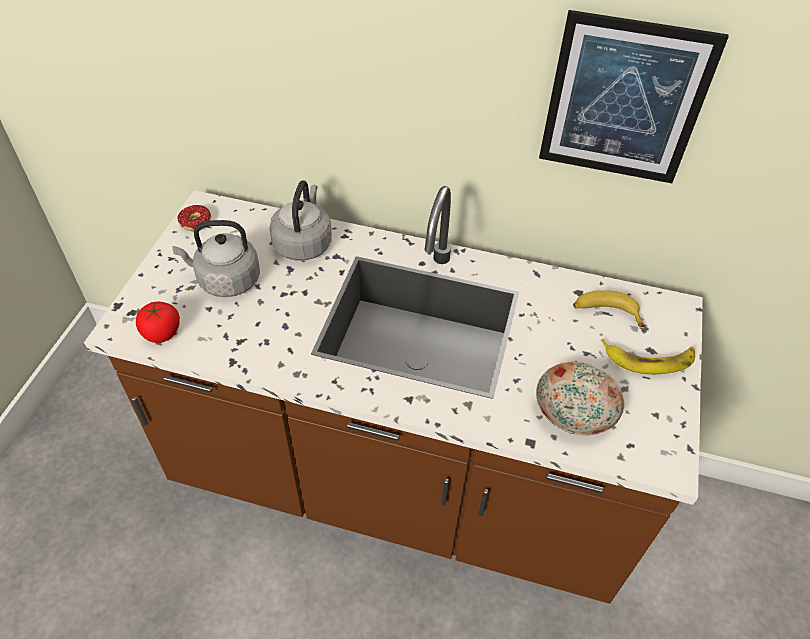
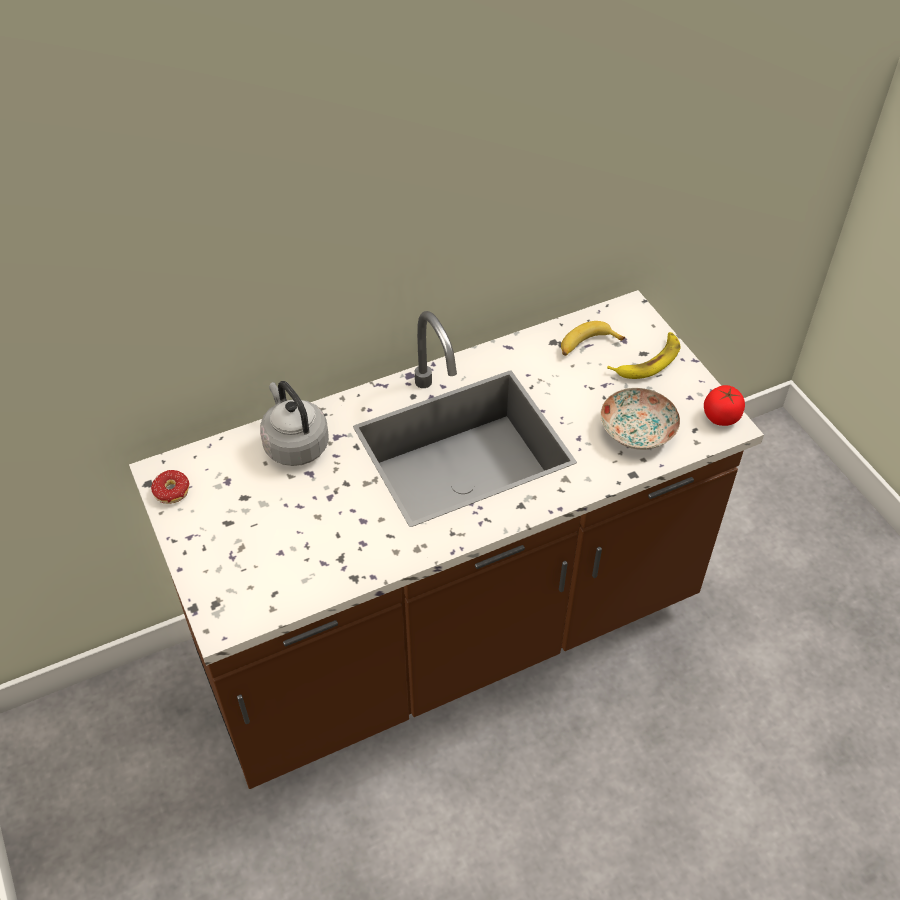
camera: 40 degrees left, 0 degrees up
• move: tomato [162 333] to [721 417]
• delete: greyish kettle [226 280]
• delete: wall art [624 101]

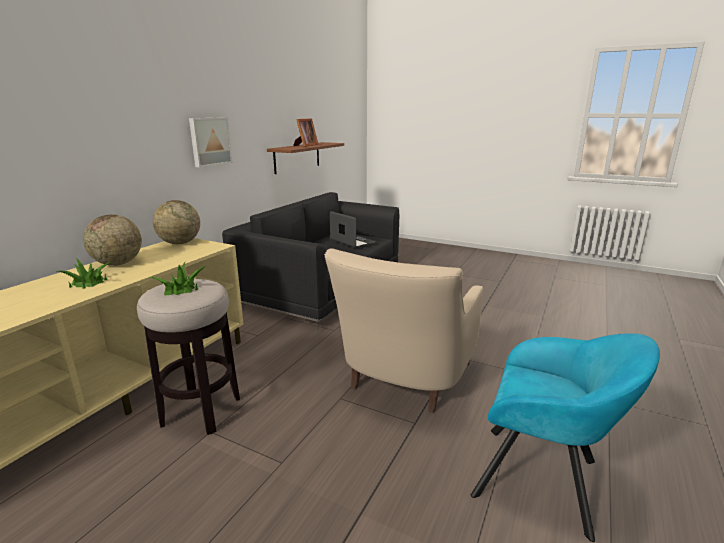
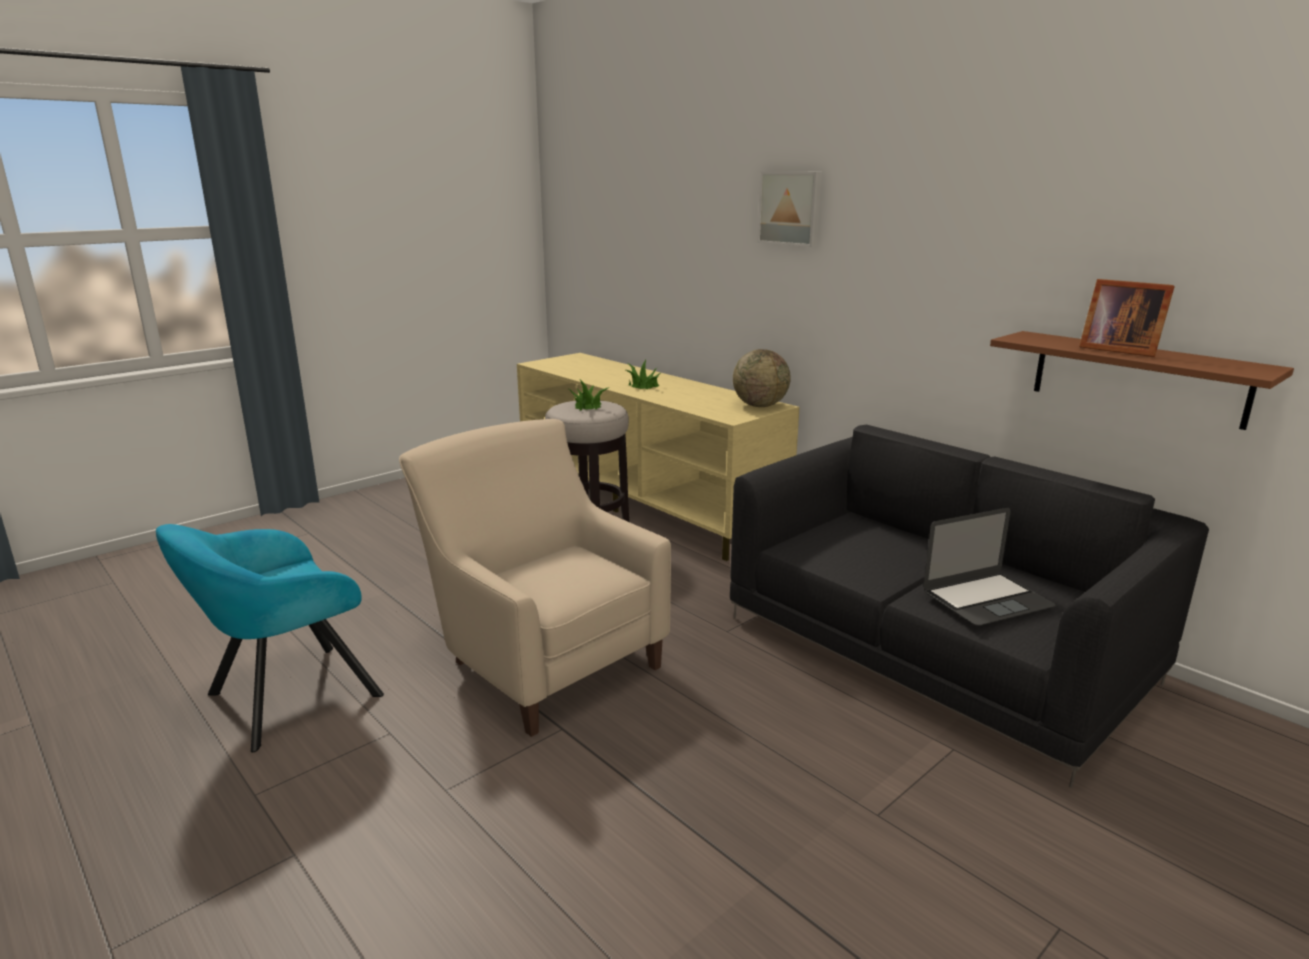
camera: 110 degrees right, 0 degrees up
• delete: desk globe [118 263]
• move: wall art [209 141] to [791 208]

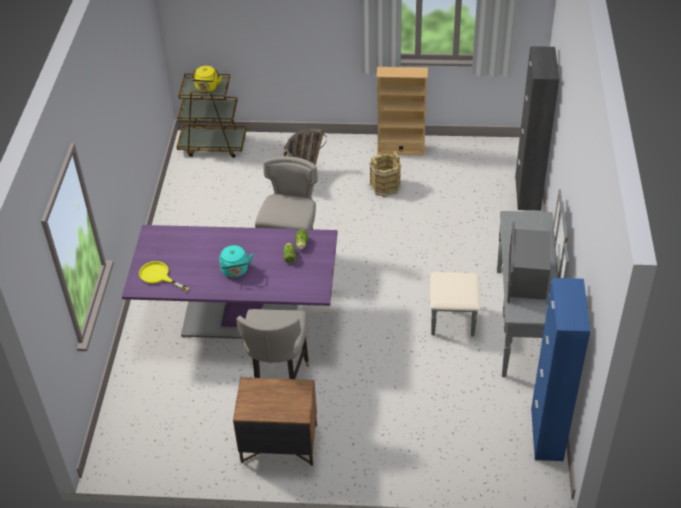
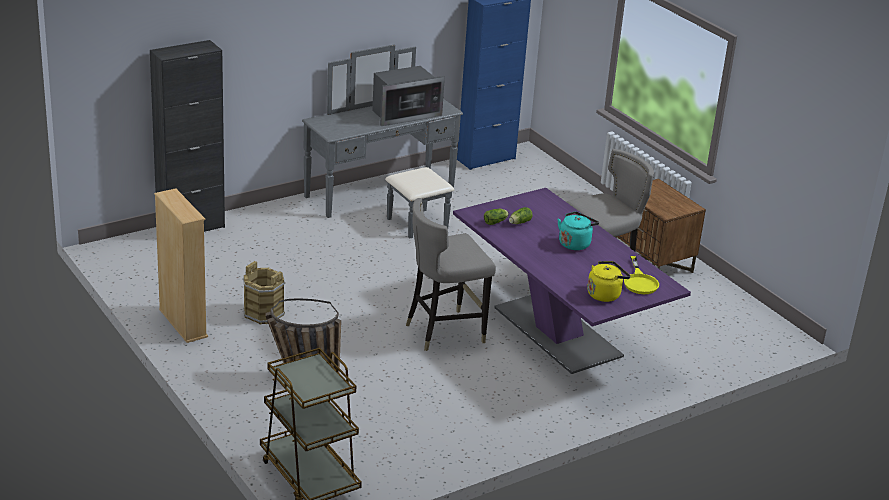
camera: 130 degrees left, 15 degrees down
• move: yellow-coloured kettle [207 88] to [605 294]

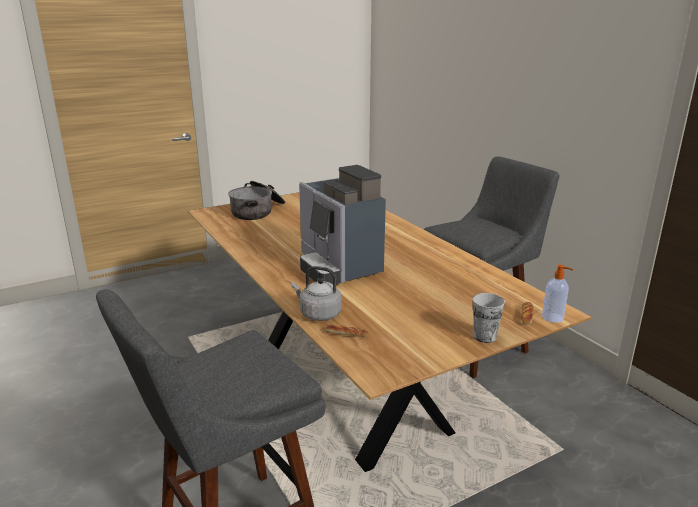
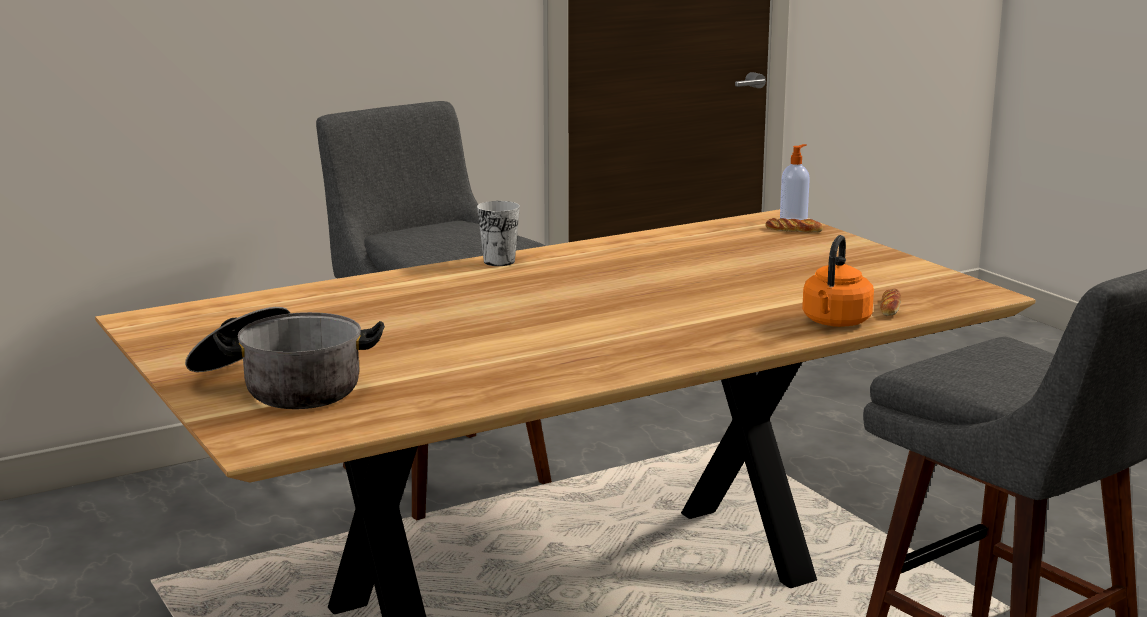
camera: 90 degrees left, 5 degrees down
• recolor: greyish kettle [318 314] to orangey kettle [835 322]
• delete: coffee maker [338 267]
• move: drinking cup [484 337] to [499 261]

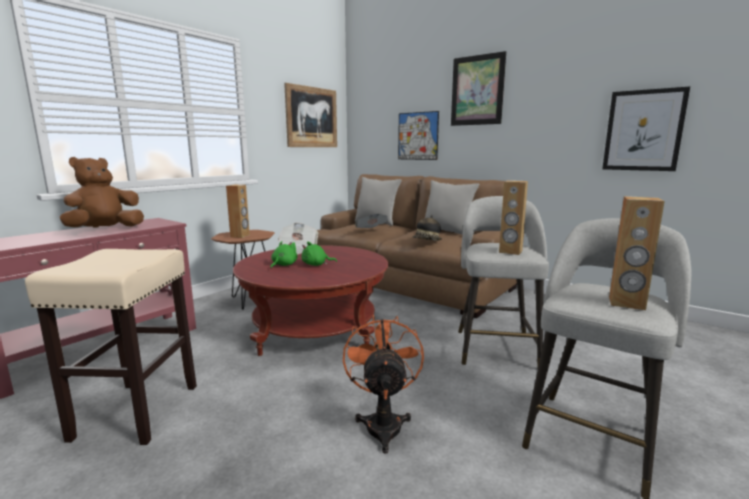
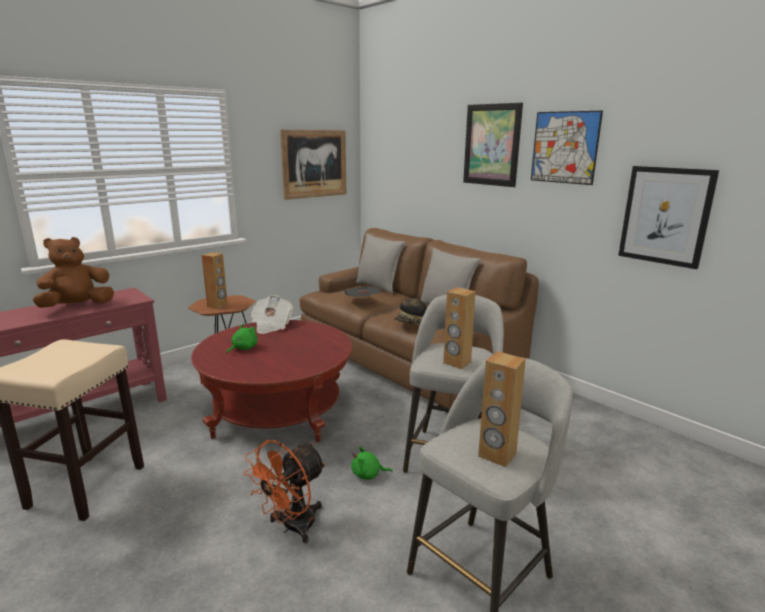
camera: 10 degrees right, 5 degrees up
• move: green-coloured cuddly toy [316 265] to [368 475]
• rotate: orangey electric fan [383 422] = [291 527] 150 degrees counterclockwise
• move: wall art [418 136] to [564 147]

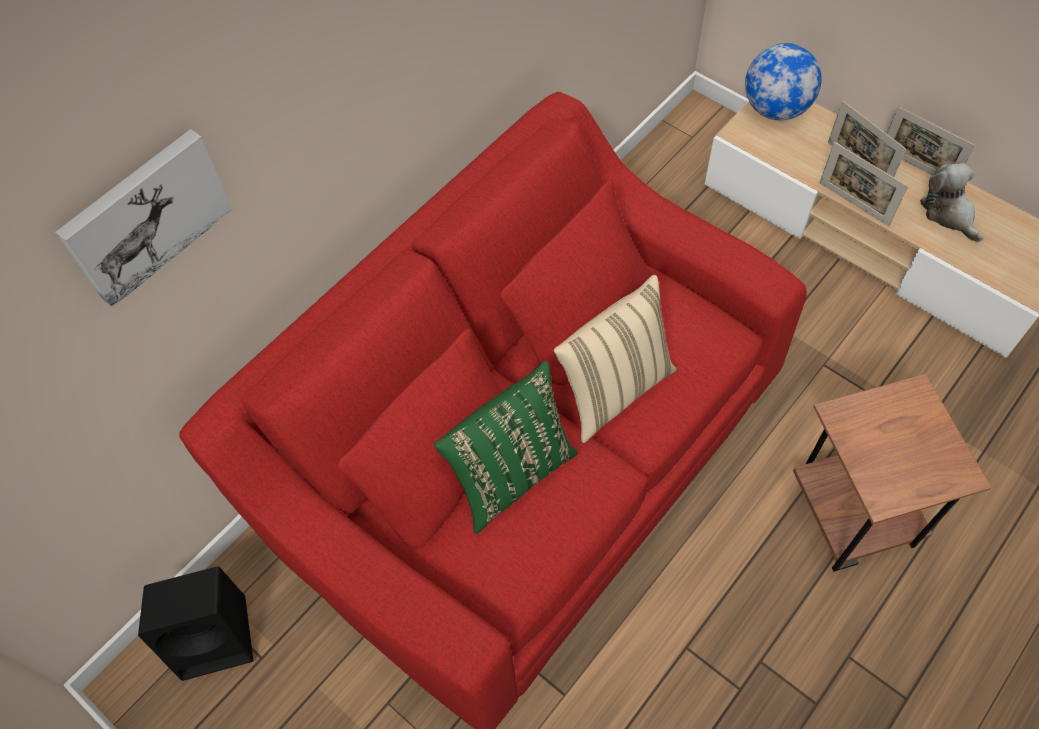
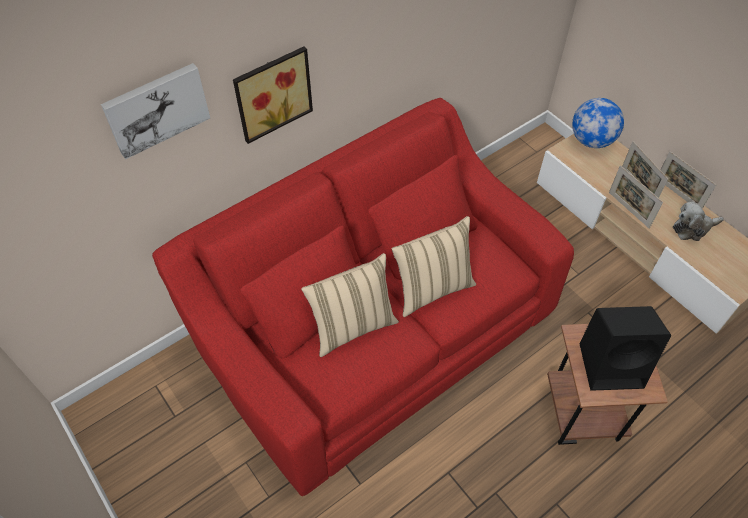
camera: 10 degrees right, 5 degrees down
• move: black-coloured audio speaker [216 635] to [612 365]
• recolor: green-coloured cushion [511 475] to beige-coloured cushion [352 326]
• rotate: cuddly toy [949 213] = [692 228] 90 degrees counterclockwise
• insert: wall art [272 92]

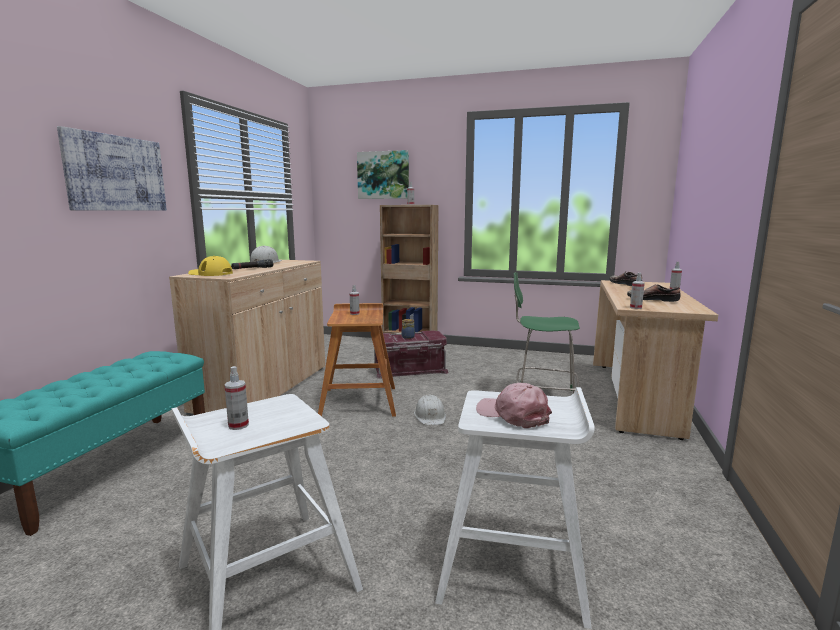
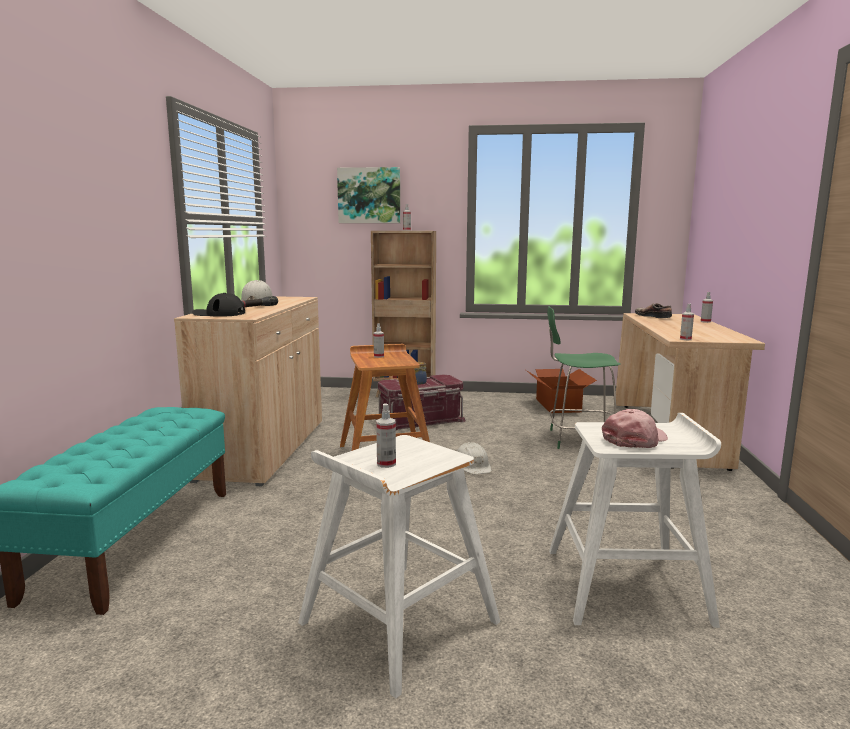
camera: 10 degrees left, 0 degrees up
• delete: wall art [116 173]
• recolor: yellow-coloured baseball cap [210 273] to black-coloured baseball cap [219 314]
• rotate: pinkish baseball cap [513 415] = [635 439] 105 degrees clockwise
• delete: shoe [652 299]
• insert: packing box [558 405]

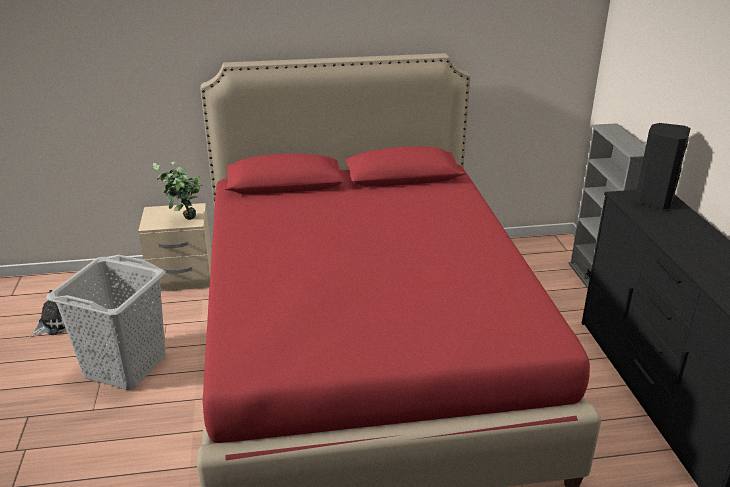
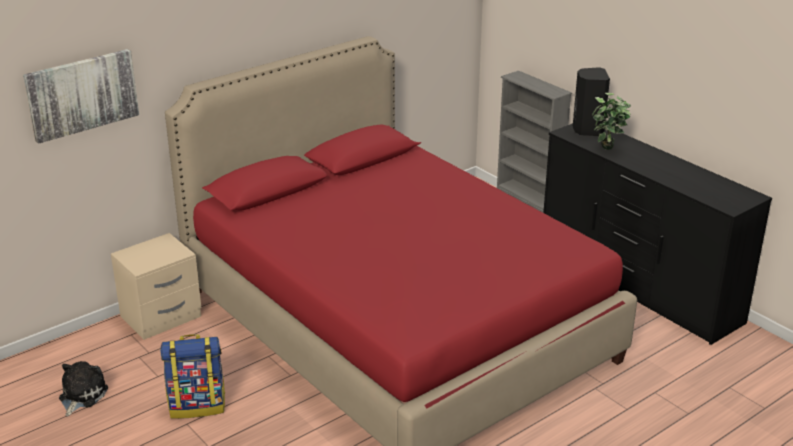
camera: 30 degrees left, 0 degrees up
• replace: greyish hamper [126 366] to backpack [197 405]
• move: potted plant [184 220] to [608 151]
• insert: wall art [82 94]

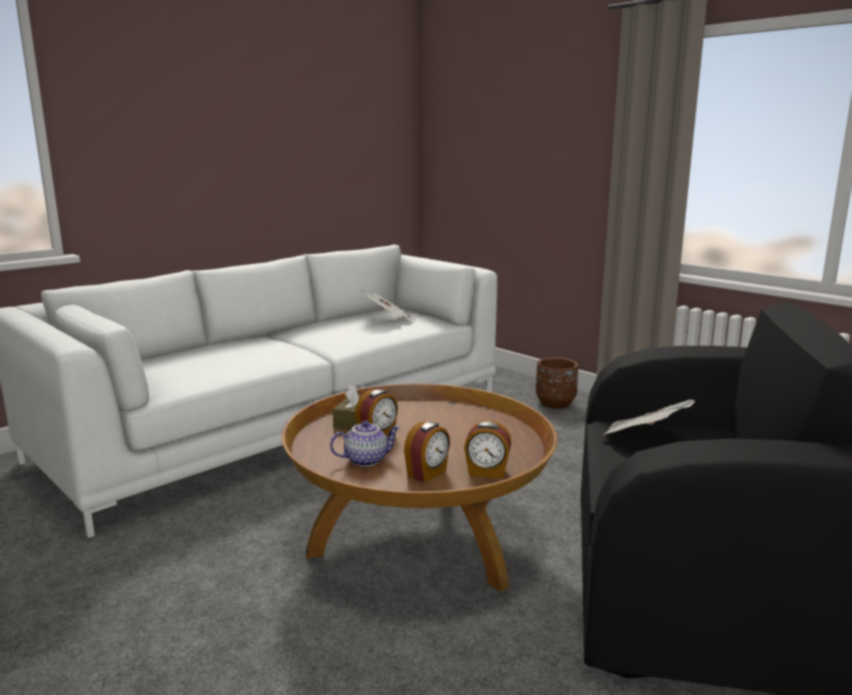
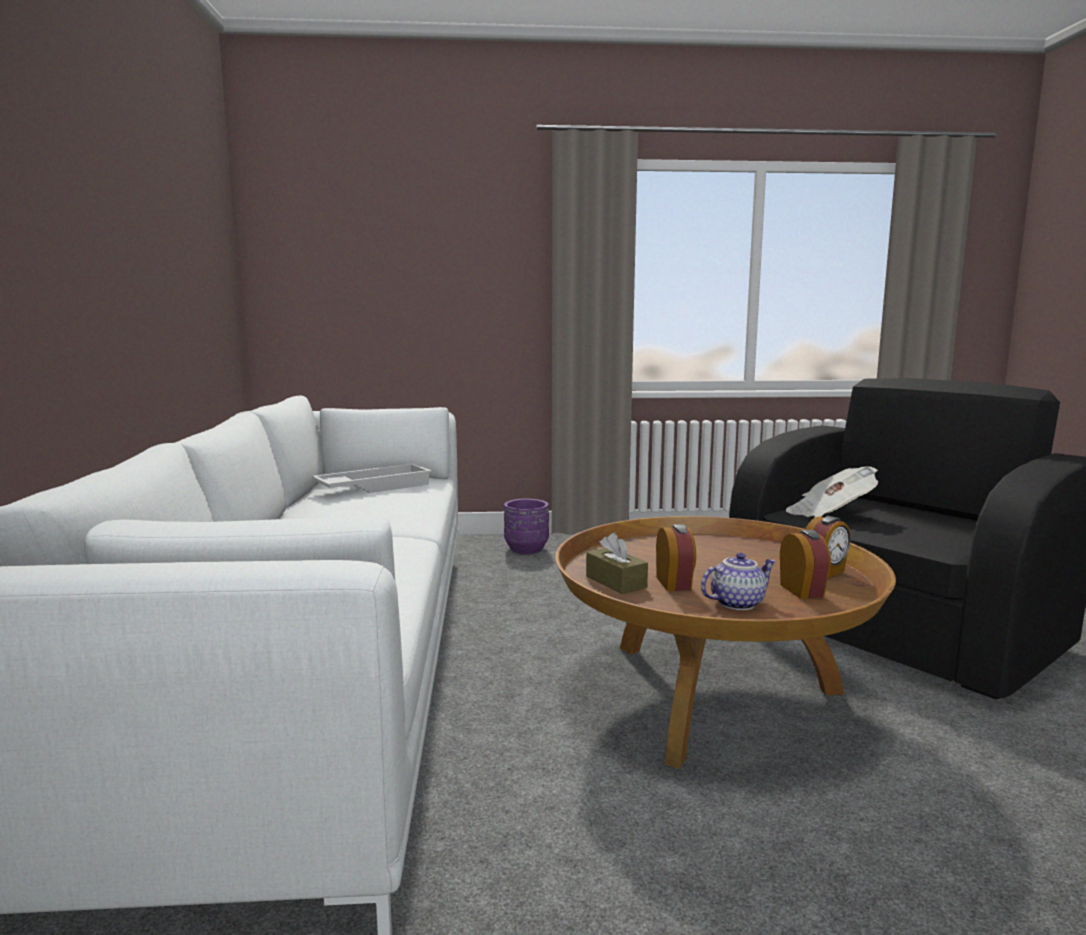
camera: 50 degrees left, 5 degrees down
• rotate: tea pot [366 460] = [736 603] 45 degrees clockwise
• replace: daily paper [388 319] to whitish carrying tray [374 487]
• recolor: brownish plant pot [555 403] to purple-coloured plant pot [526 549]

